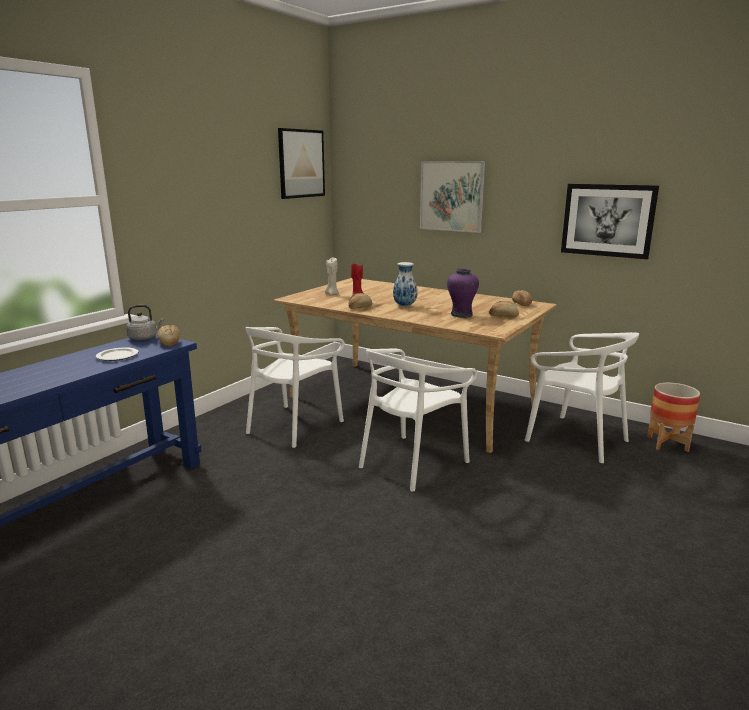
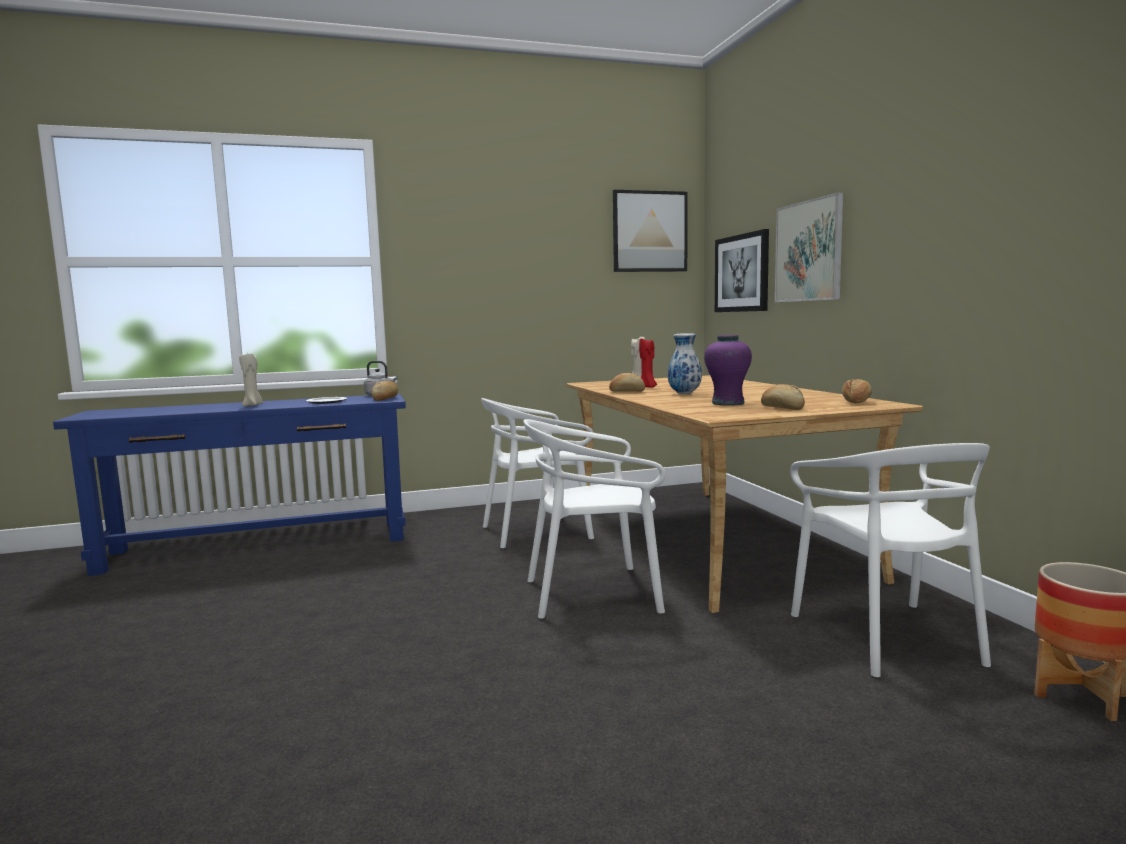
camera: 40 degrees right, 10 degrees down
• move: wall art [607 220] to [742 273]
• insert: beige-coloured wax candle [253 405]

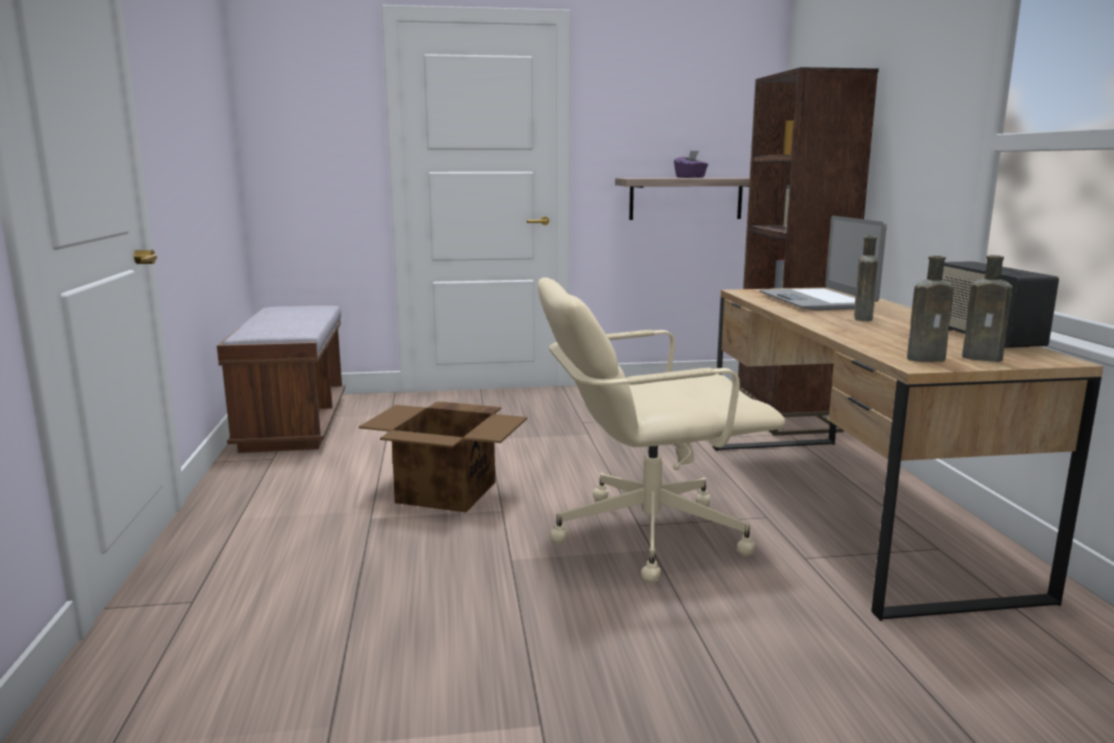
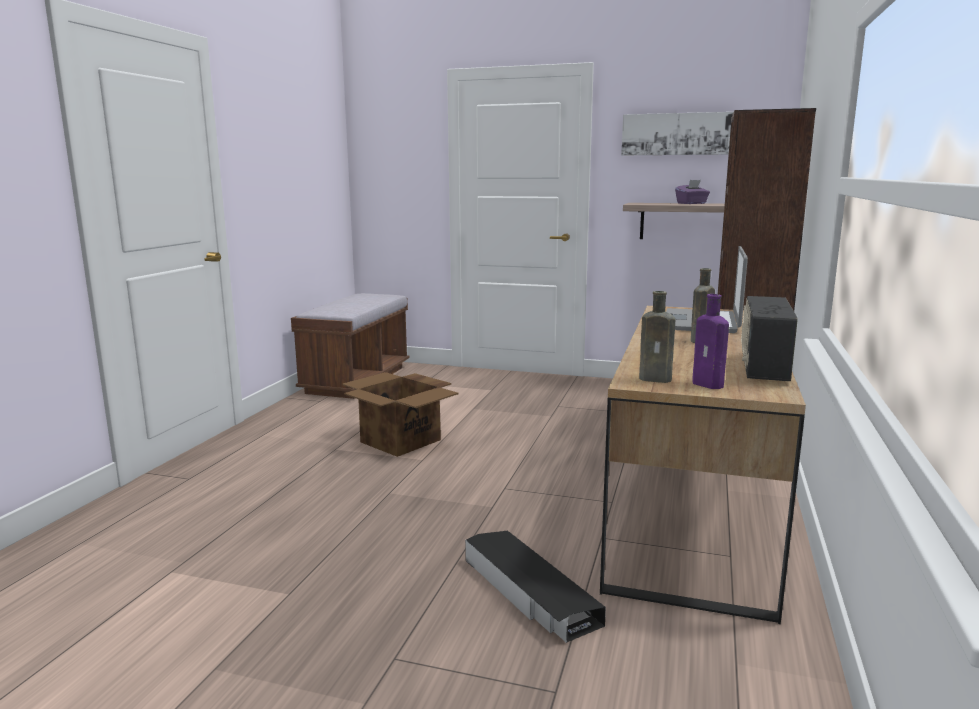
camera: 25 degrees right, 0 degrees up
• delete: beige-coloured computer chair [646 534]
• recolor: brownish drink bottle [985 358] to purple-coloured drink bottle [709 385]
• insert: black-coloured storage box [529 592]
• insert: wall art [682 134]

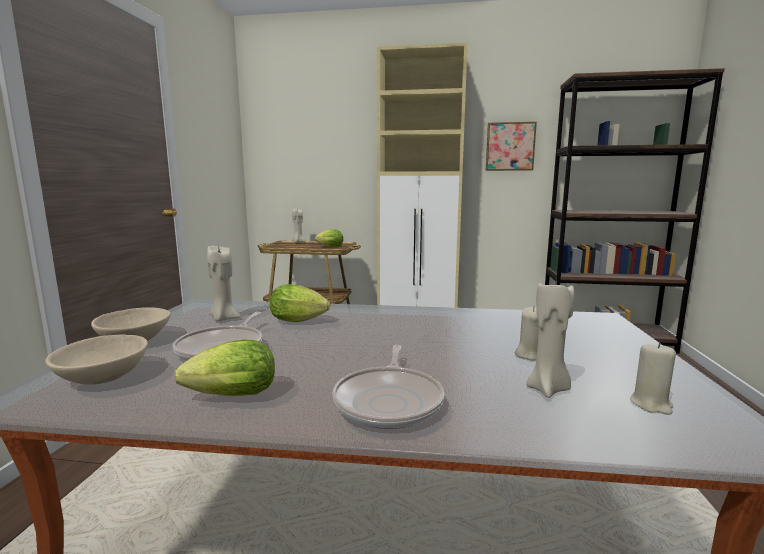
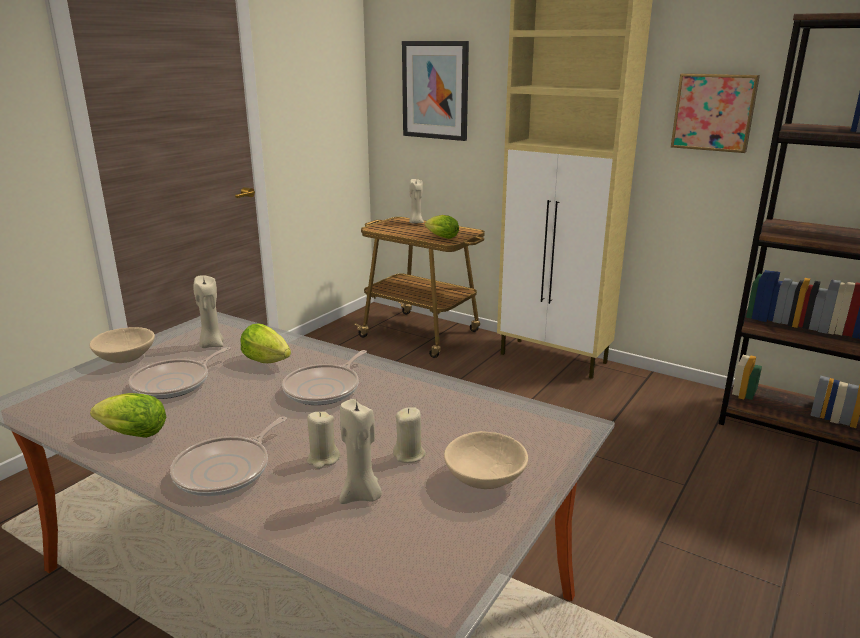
camera: 25 degrees right, 10 degrees up
• move: beige-coloured serving bowl [104 377] to [485 479]
• move: beige-coloured wax candle [651 404] to [322 459]
• insert: frying pan [325 388]
• insert: wall art [435 90]

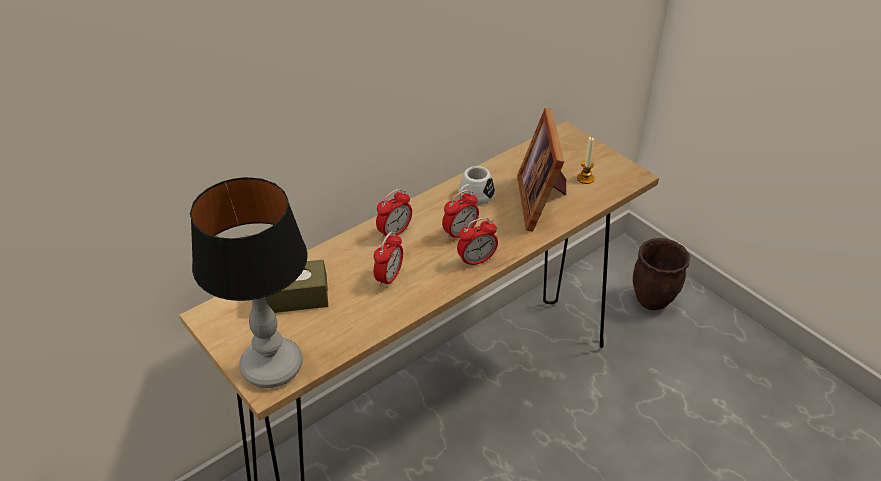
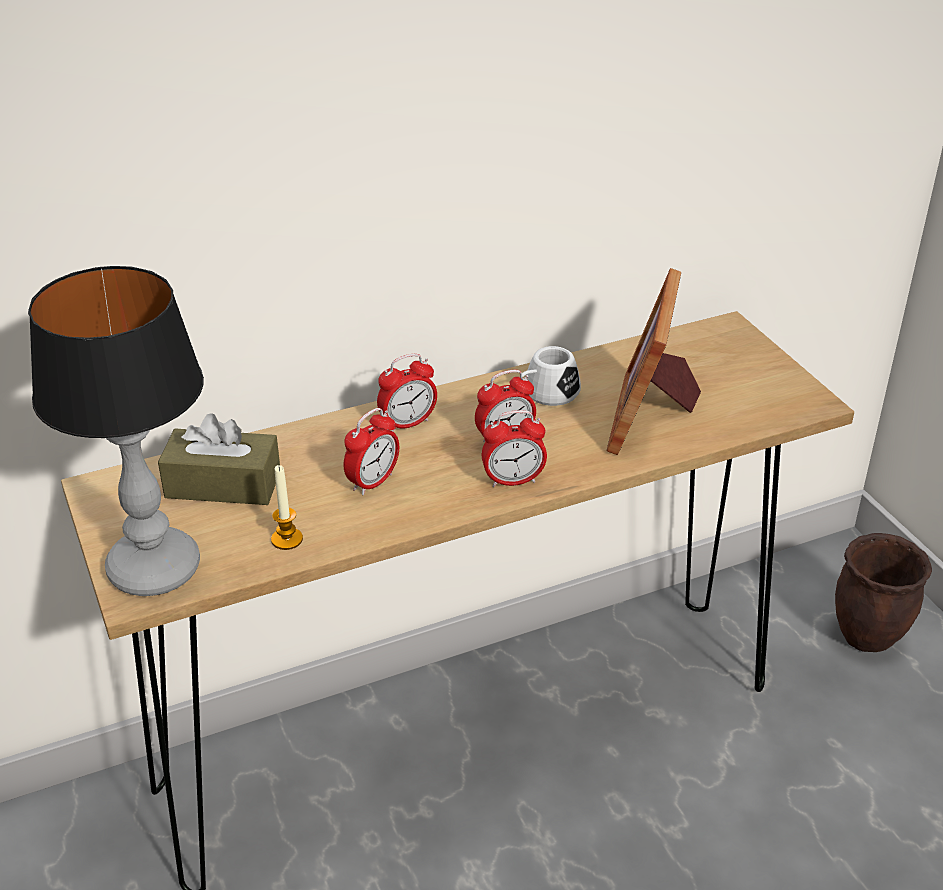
camera: 15 degrees right, 5 degrees down
• move: wax candle [585 178] to [287 539]

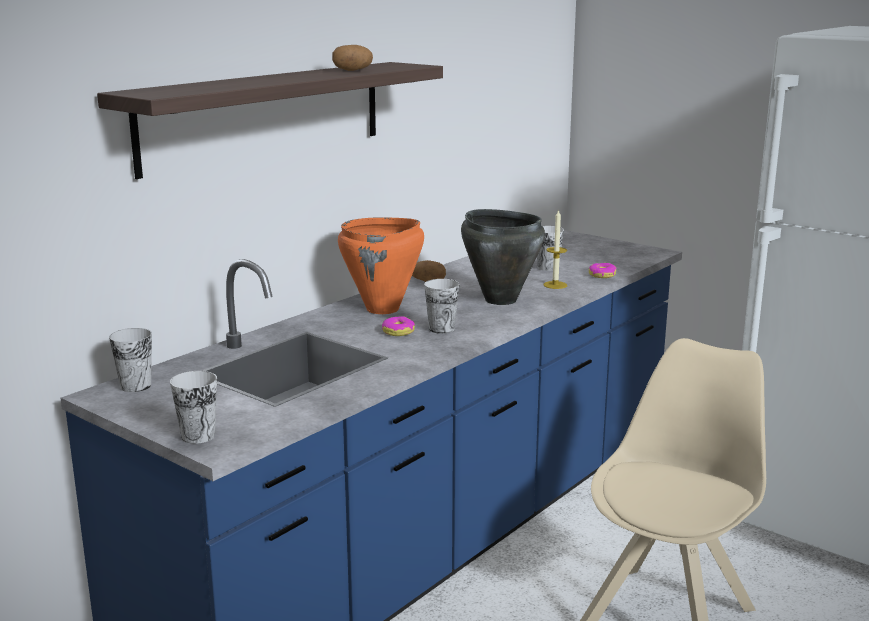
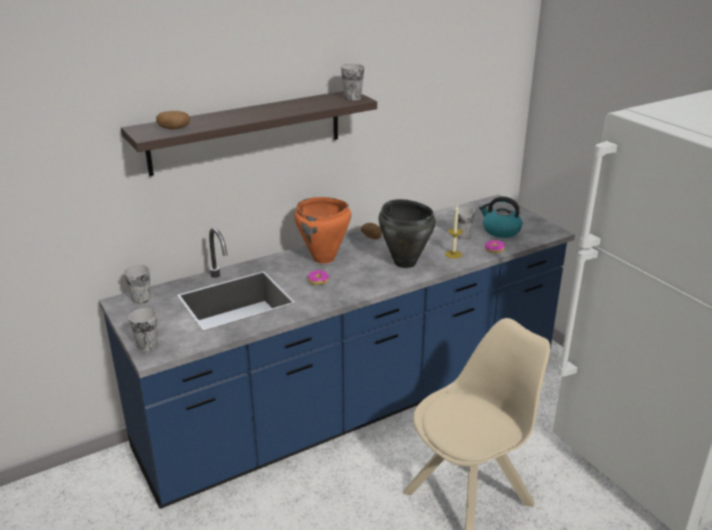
camera: 20 degrees right, 10 degrees up
• move: spud [353 70] to [174 128]
• move: drinking cup [441 329] to [352 98]
• insert: kettle [500 231]

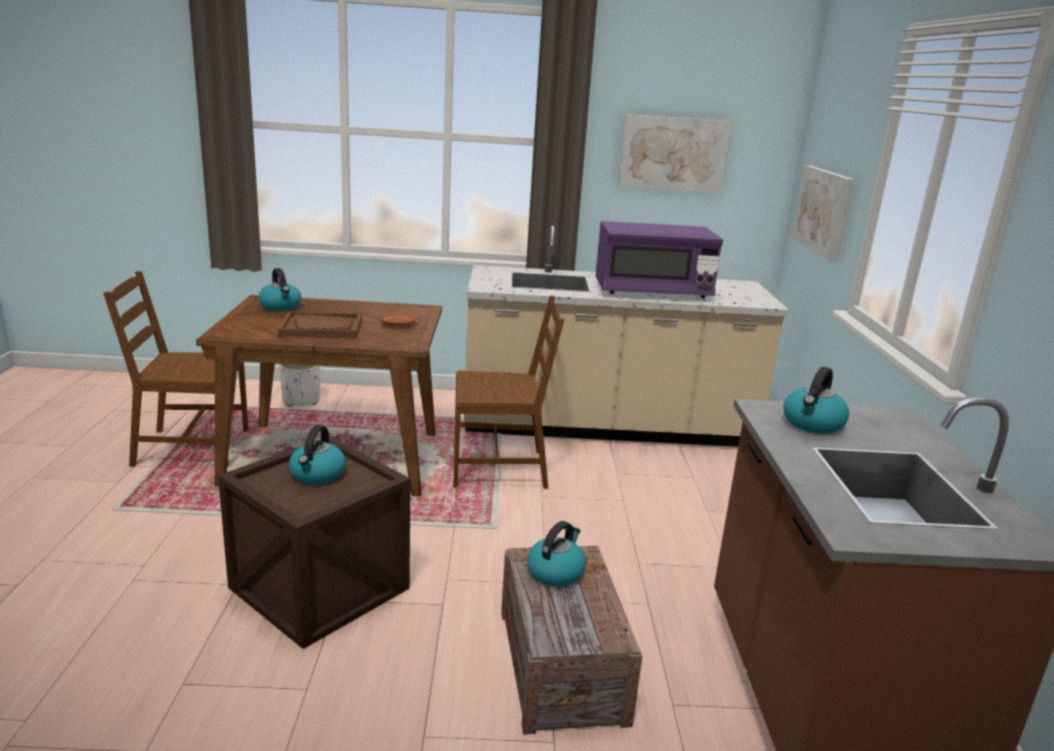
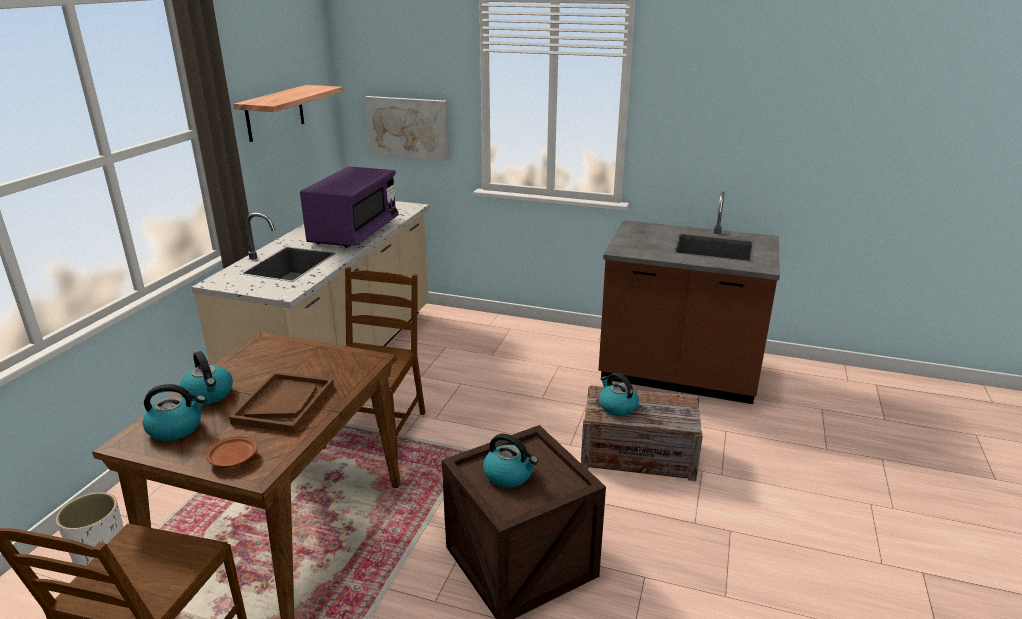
camera: 70 degrees left, 5 degrees up
• move: brownish flat dish [397 324] to [232 459]
• replace: wall art [672 153] to wall shelf [275 113]
• move: kettle [812 424] to [209 394]

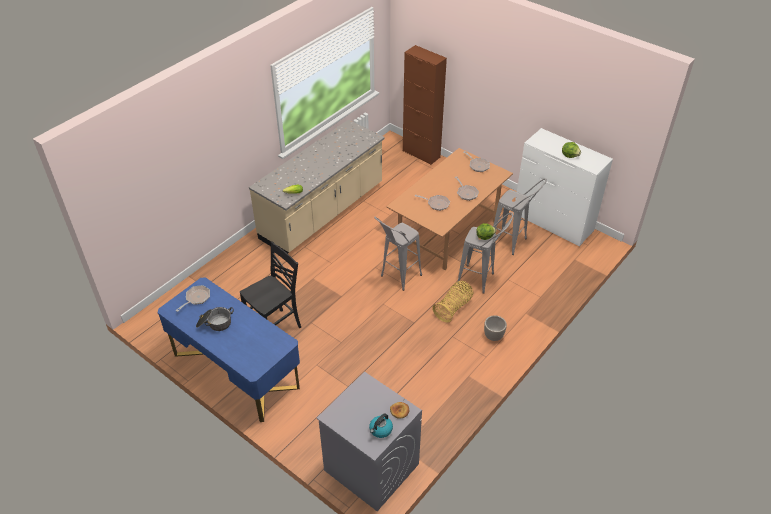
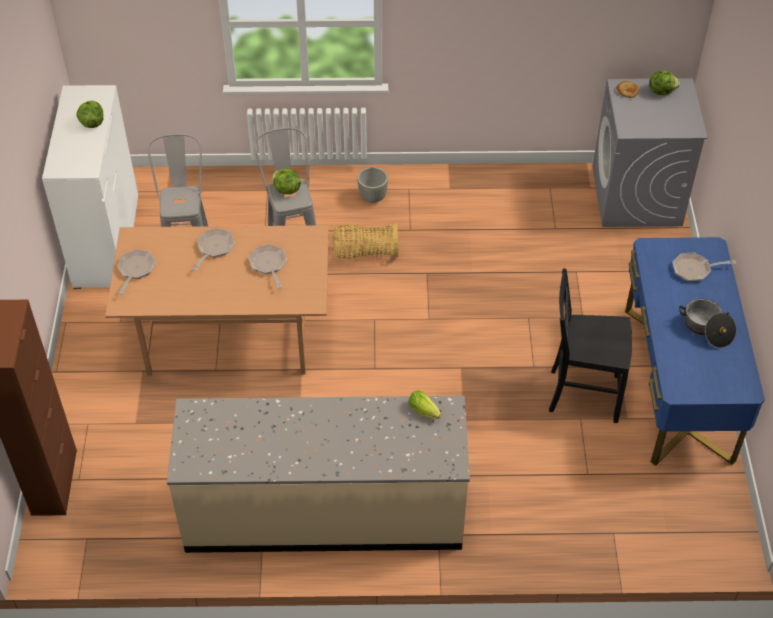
camera: 130 degrees left, 5 degrees up
• move: frying pan [196 298] to [694 269]
• replace: kettle [380 430] to lettuce head [661 91]
• delete: greyish sitting stool [397 279]

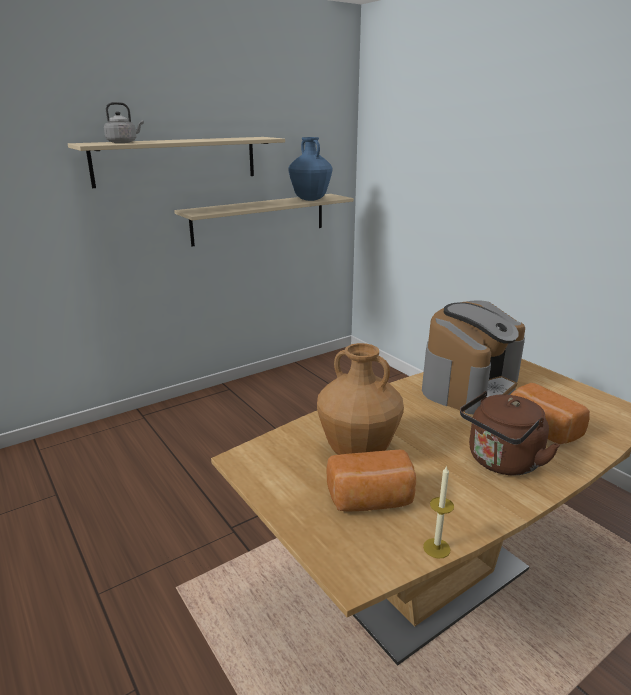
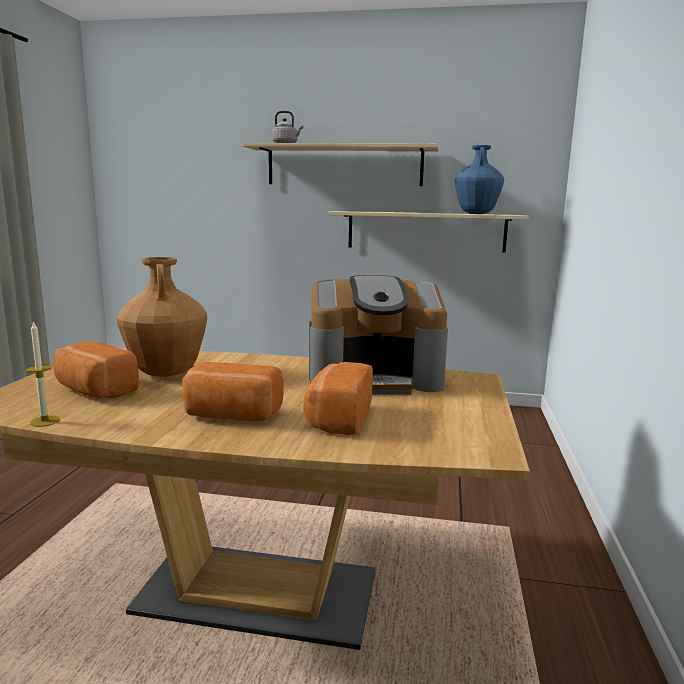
camera: 45 degrees right, 10 degrees down
• replace: brownish kettle [501 462] to bakery bread [232 416]

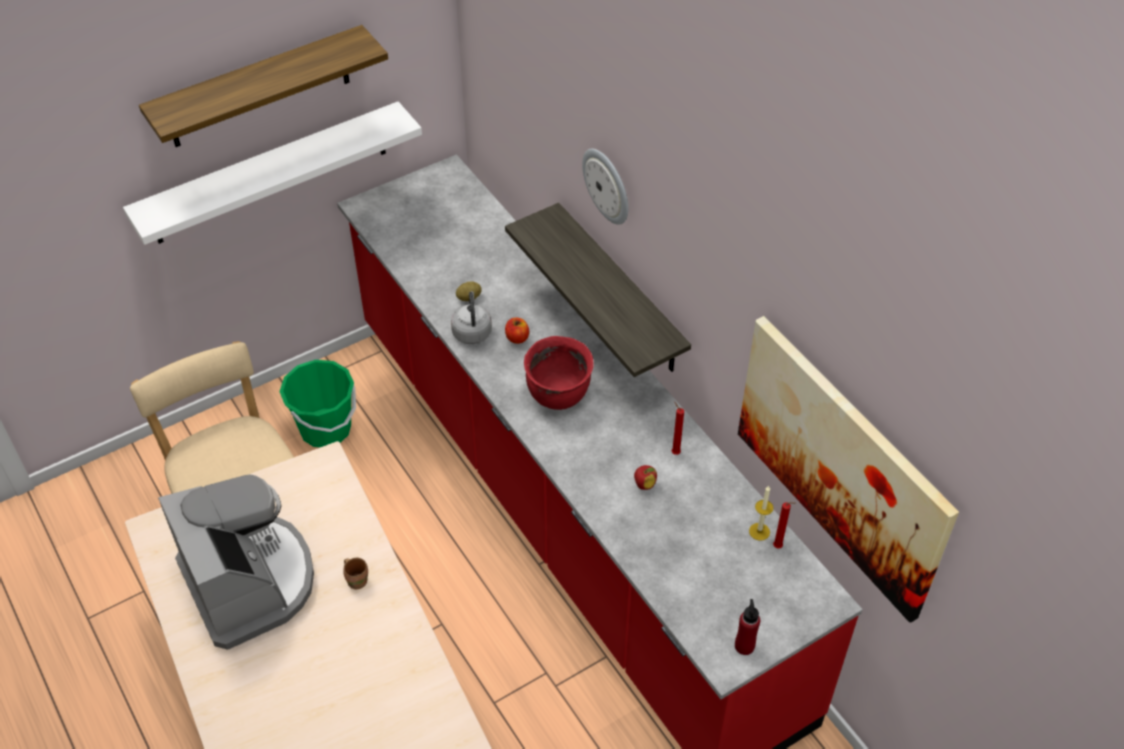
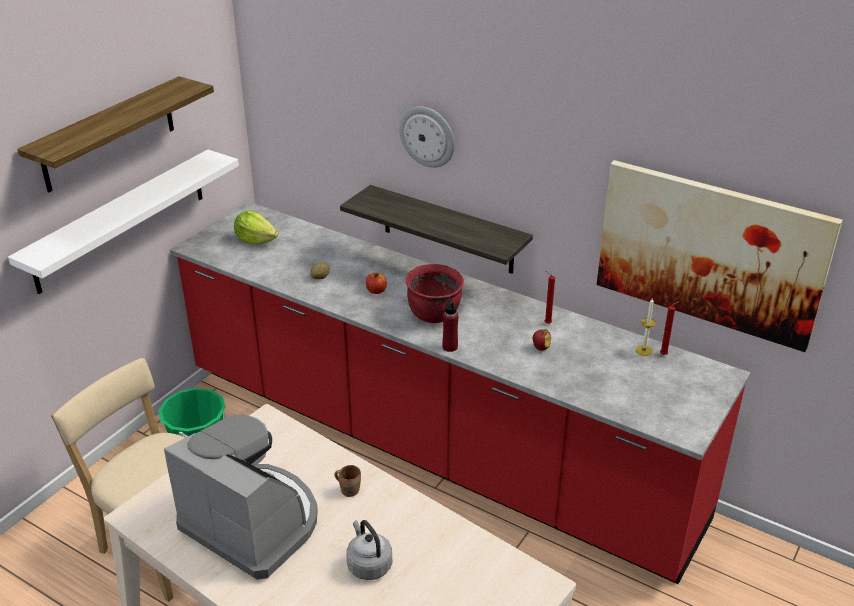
camera: 25 degrees left, 15 degrees down
• move: greyish kettle [472 331] to [368 564]
• move: red drink bottle [744 646] to [450 347]
• insert: lettuce head [255 240]

